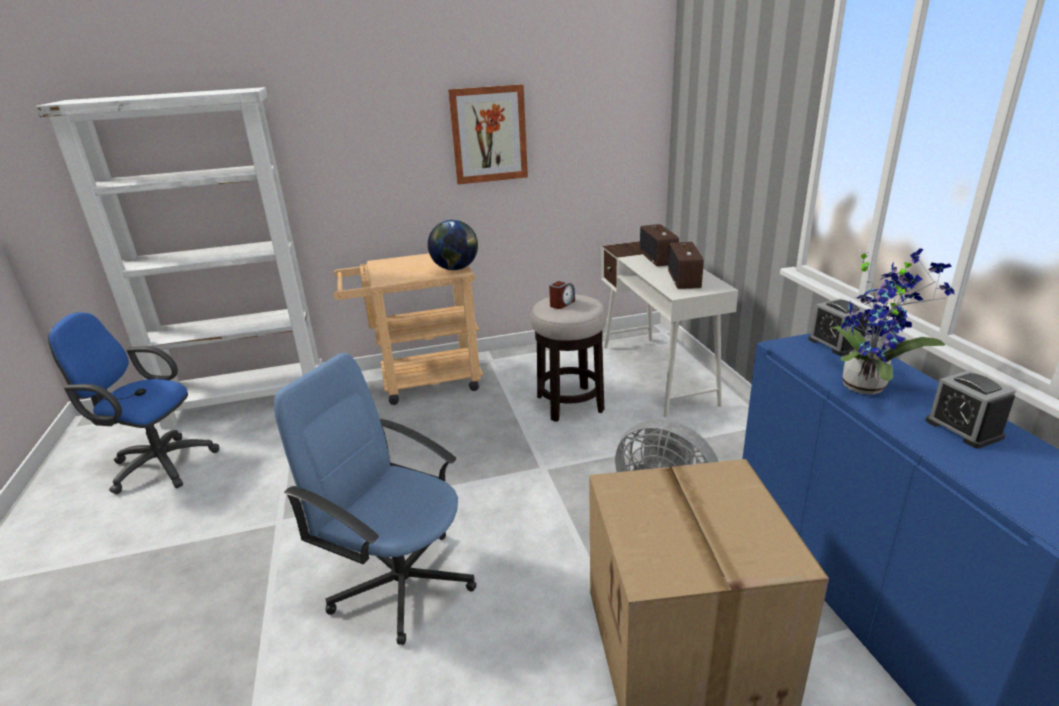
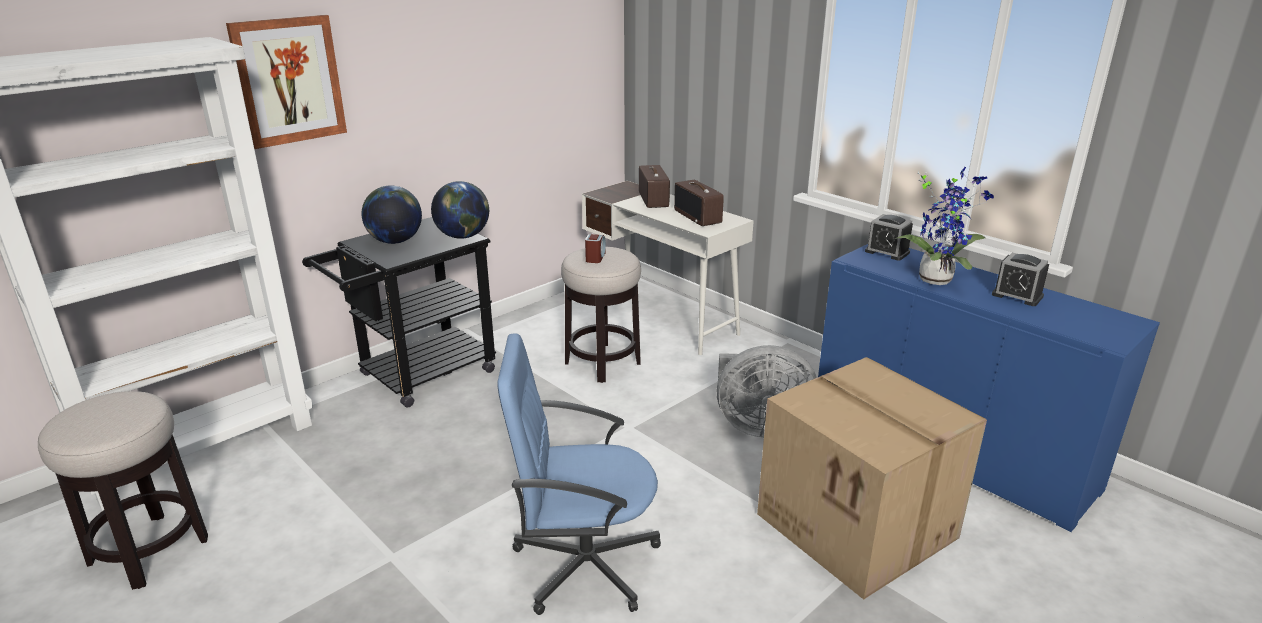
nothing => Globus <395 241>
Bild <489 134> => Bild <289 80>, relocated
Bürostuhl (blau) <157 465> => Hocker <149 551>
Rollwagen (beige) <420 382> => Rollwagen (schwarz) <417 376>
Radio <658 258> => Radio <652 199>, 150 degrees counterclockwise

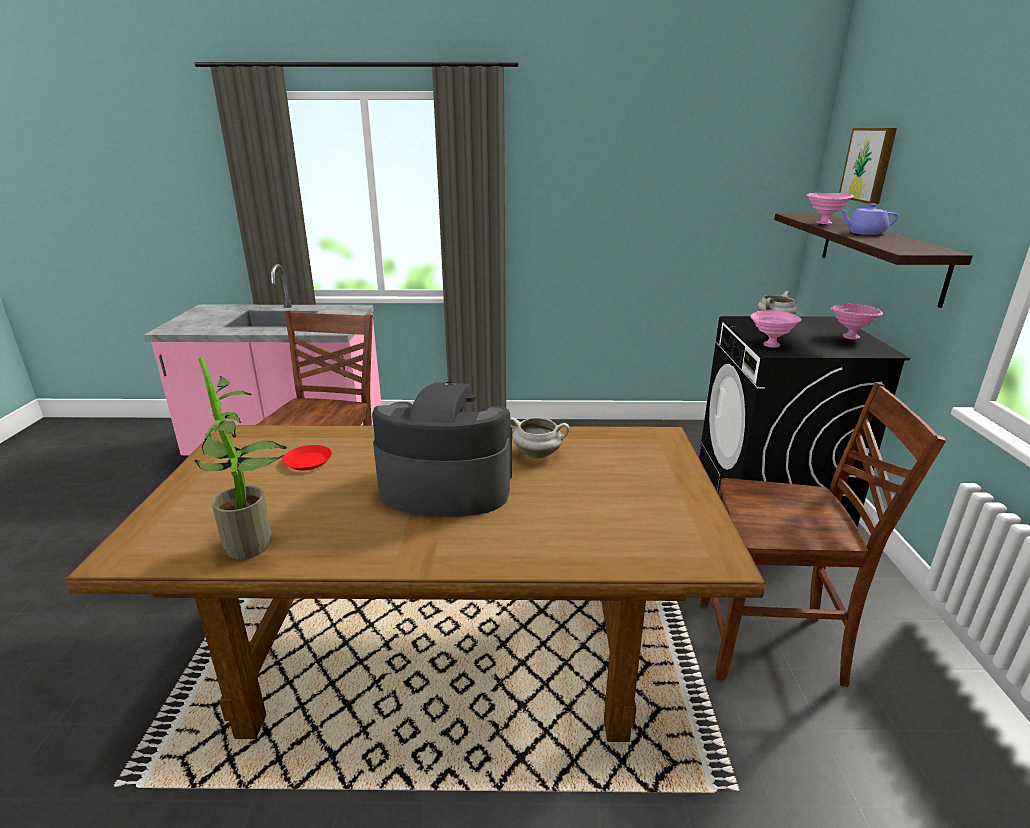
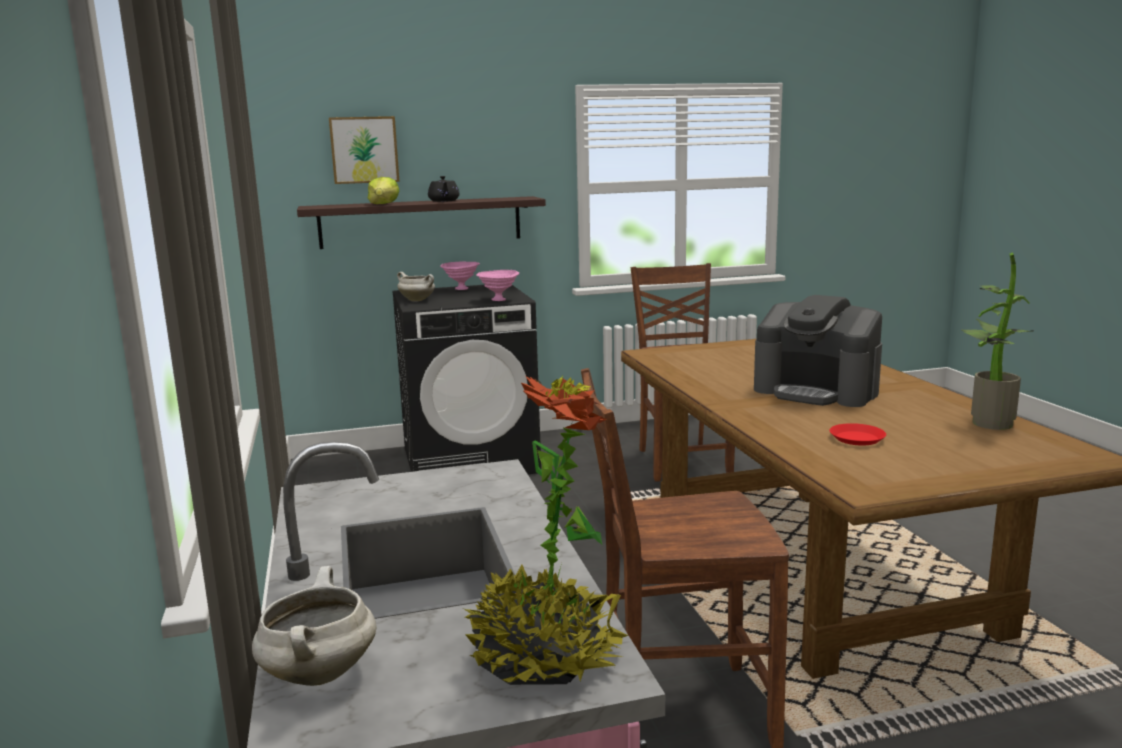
nothing => Topfpflanze <544 657>
Kochtopf (weiß) <538 454> => Kochtopf (weiß) <318 673>, relocated
Schüssel (rosa) <824 223> => Salatkopf <383 204>
Teekanne (lila) <864 233> => Teekanne (schwarz) <444 201>
Kaffeemaschine <445 486> => Kaffeemaschine <816 391>, 45 degrees counterclockwise

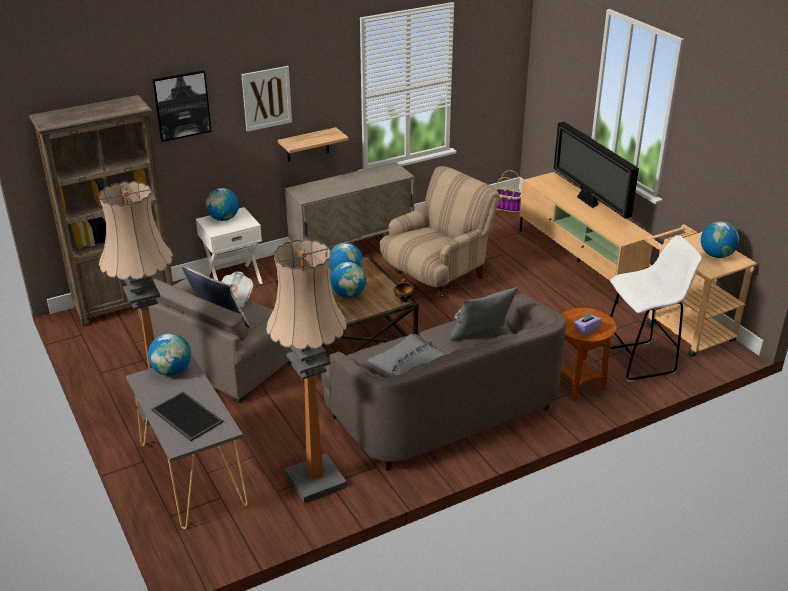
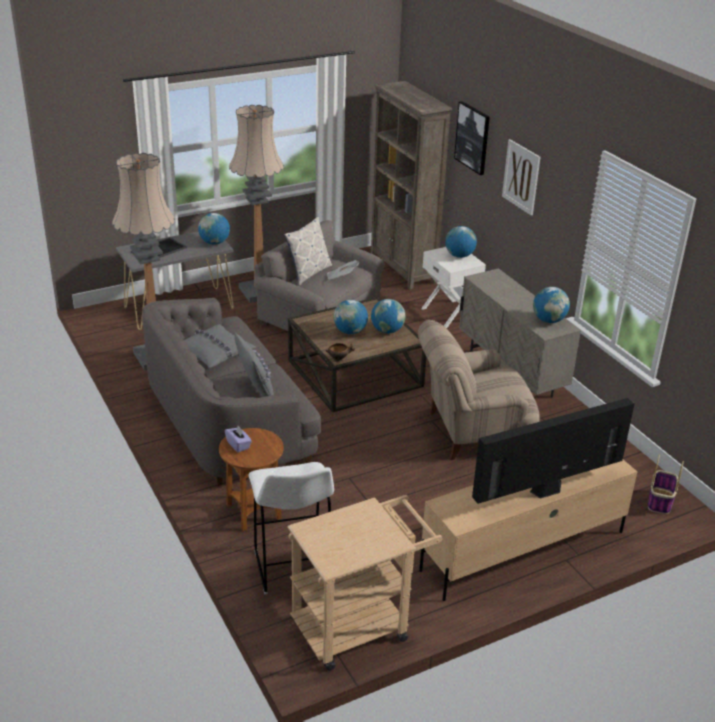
Wandregal <307 145> => nothing
Globus <716 255> => Globus <549 320>, relocated
Sessel (beige) <437 275> => Sessel (beige) <472 432>, 120 degrees clockwise

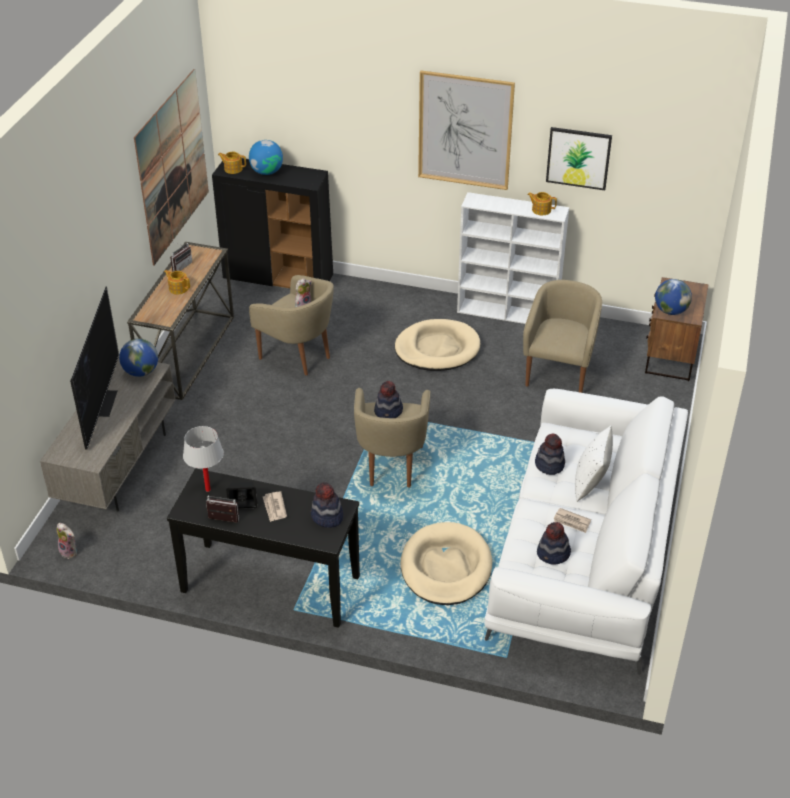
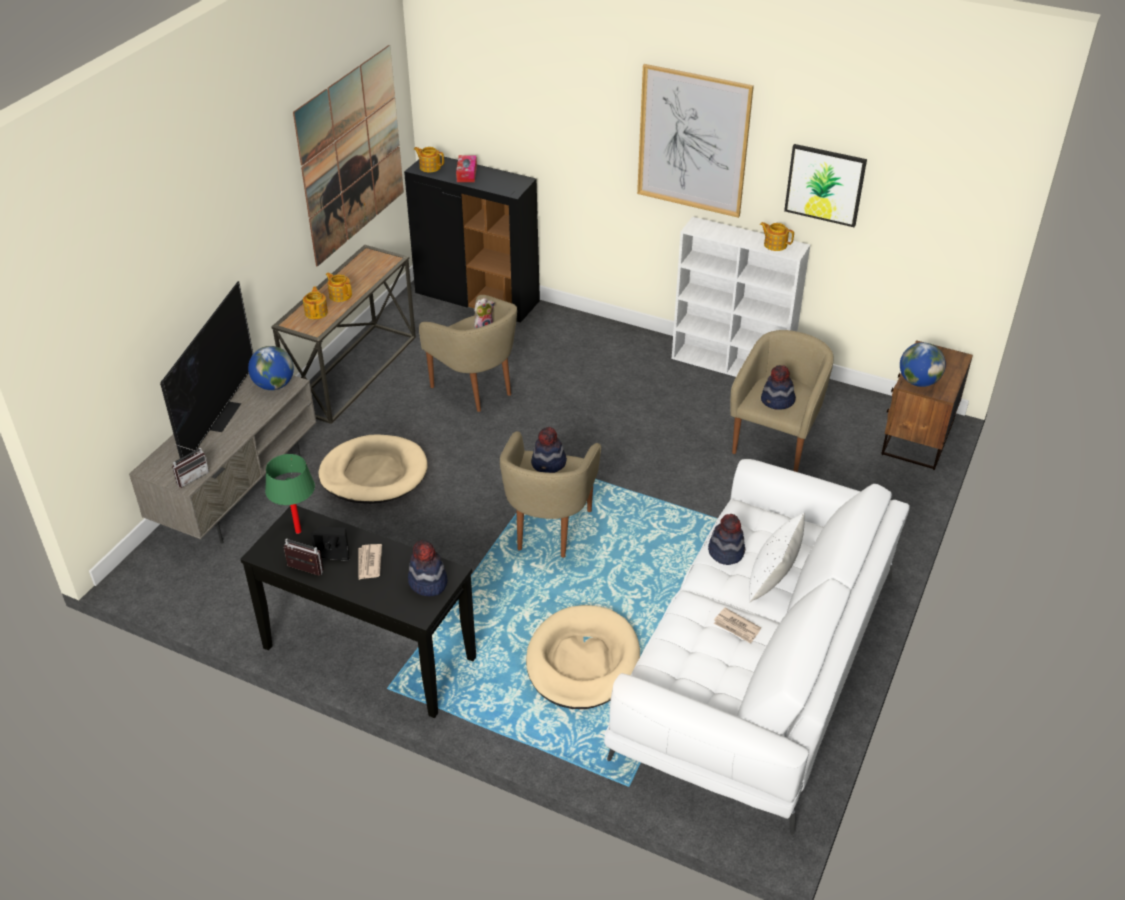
Plüschtier <70 551> => nothing
nothing => Teekanne <316 312>
Radio <180 266> => Radio <191 476>, relocated
Hundebett (beige) <437 349> => Hundebett (beige) <374 473>, relocated
Hut <553 554> => Hut <777 401>, relocated
Globus <267 172> => Taschentuchbox <466 173>
Tischlampe (weiß) <208 490> => Tischlampe (grün) <298 531>

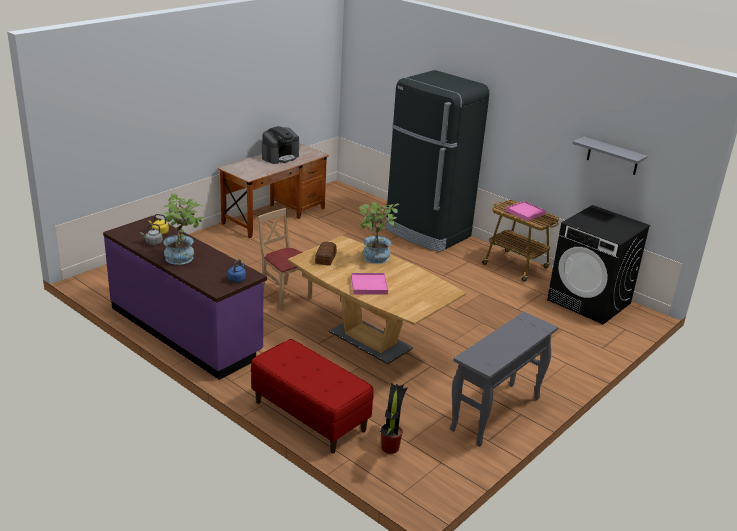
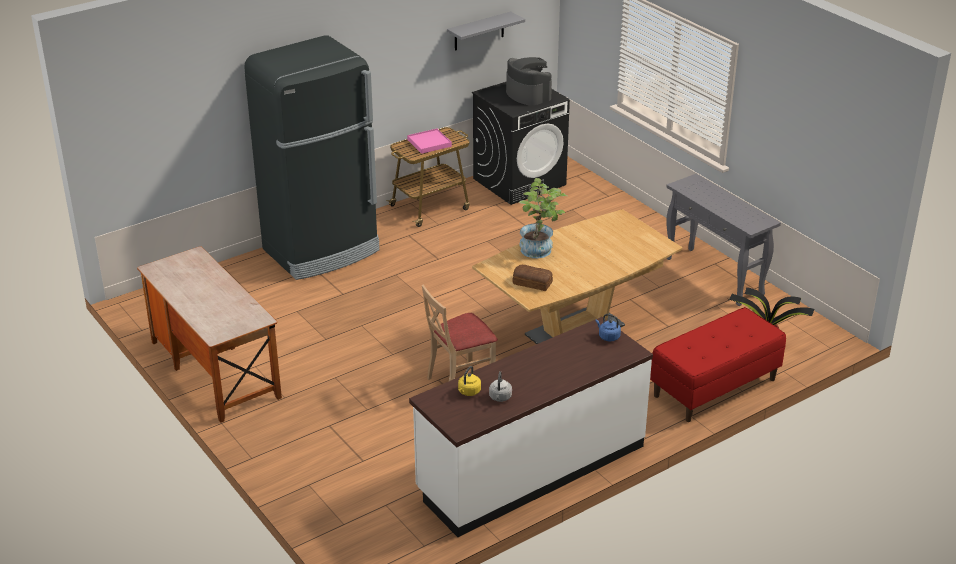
Topfpflanze <183 258> => nothing
Tablett (rosa) <369 285> => nothing
Kaffeemaschine <280 157> => Kaffeemaschine <528 94>, relocated
Küchenzeile (lila) <186 331> => Küchenzeile (weiß) <531 469>

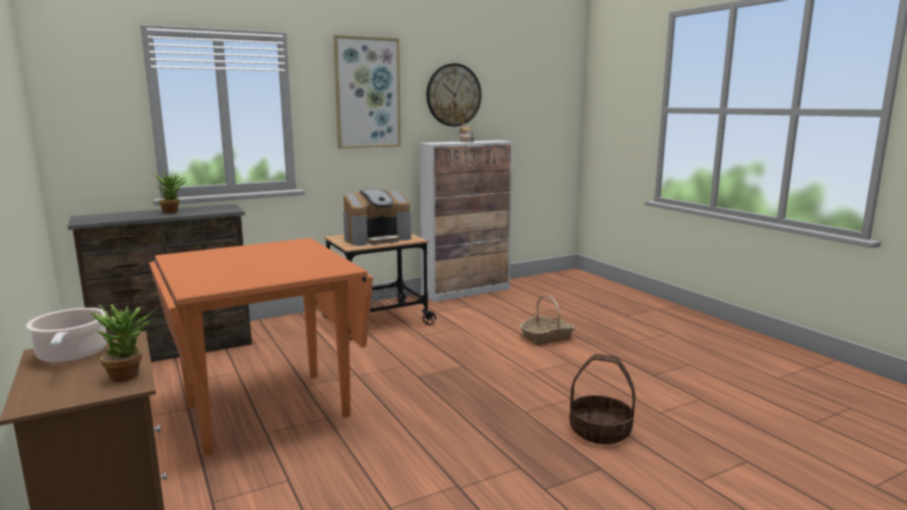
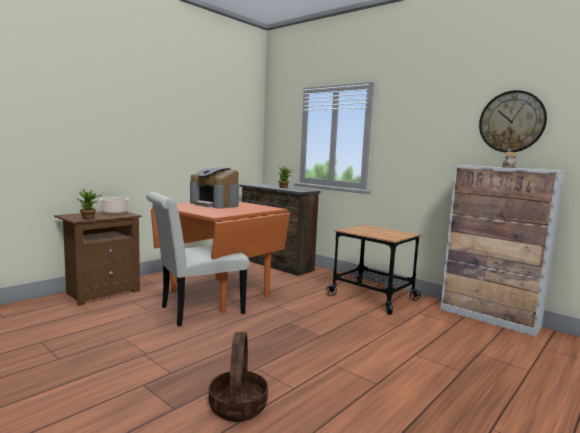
Bild <367 93> => nothing
Korb <546 337> => nothing
nothing => Stuhl (weiß) <196 311>
Kaffeemaschine <377 238> => Kaffeemaschine <215 204>, relocated

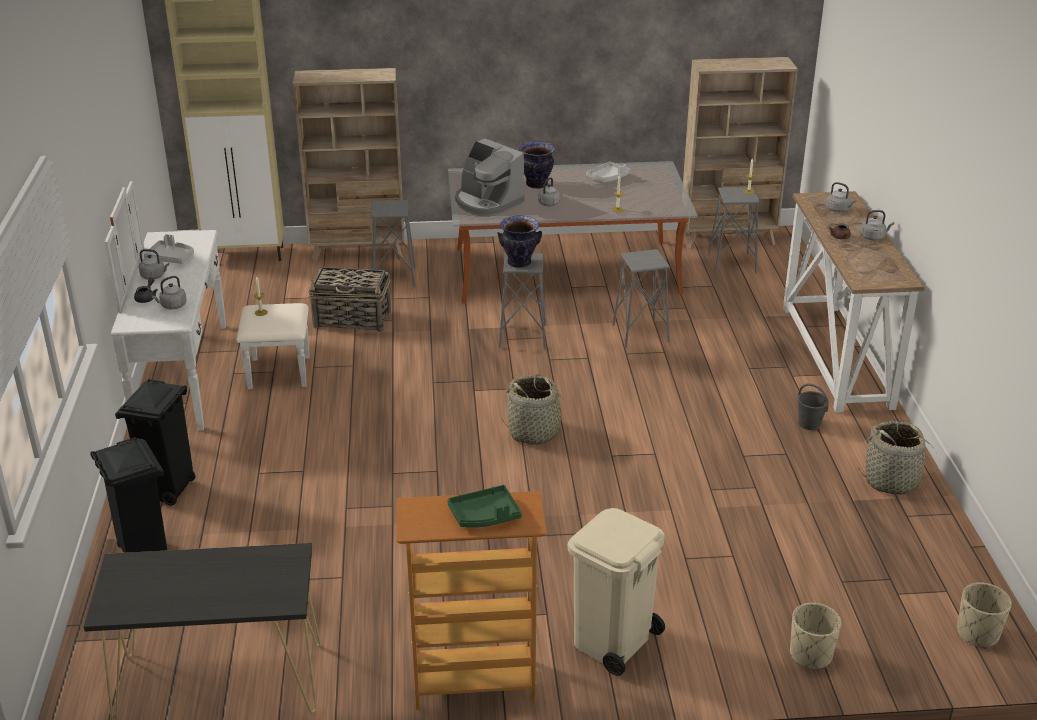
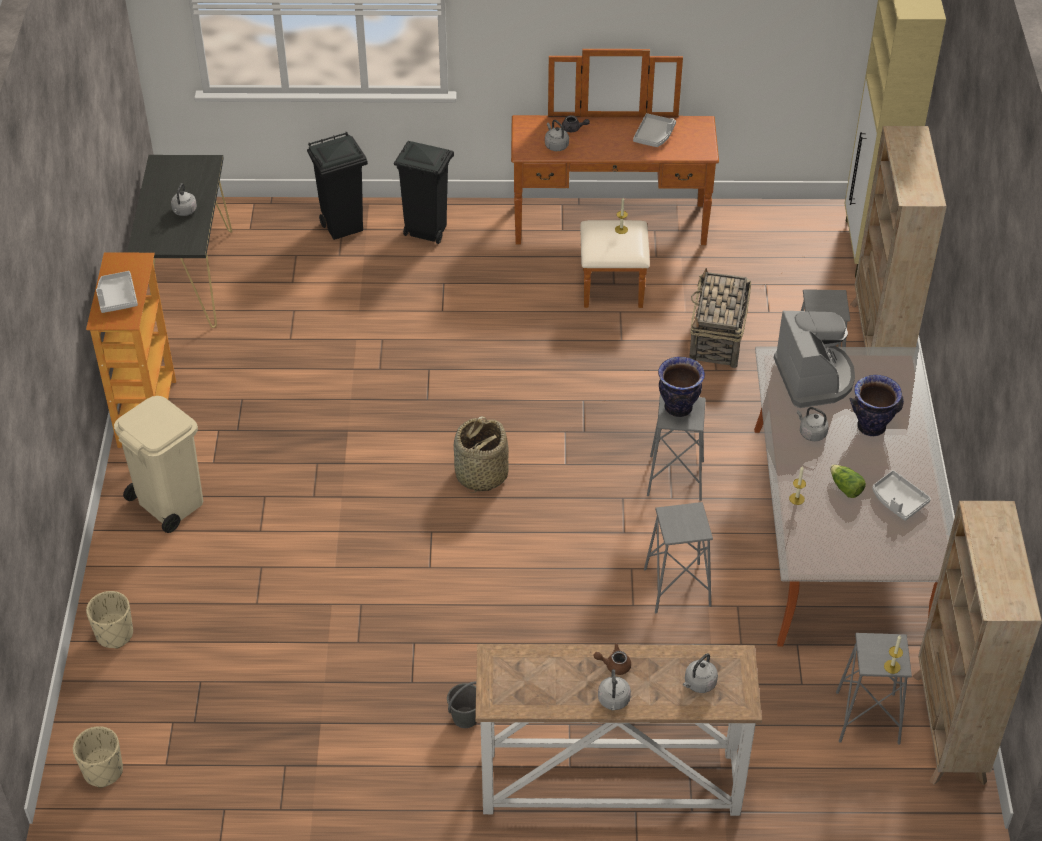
Korb <892 481> => nothing
nothing => Salatkopf <845 488>
Wasserkessel (grau) <154 276> => Wasserkessel (grau) <184 211>, relocated
Kommode (weiß) <205 375> => Kommode (braun) <611 238>
Tablett (grün) <485 516> => Tablett (grau) <117 297>
Kaffeemaschine <487 202> => Kaffeemaschine <814 378>, 120 degrees clockwise

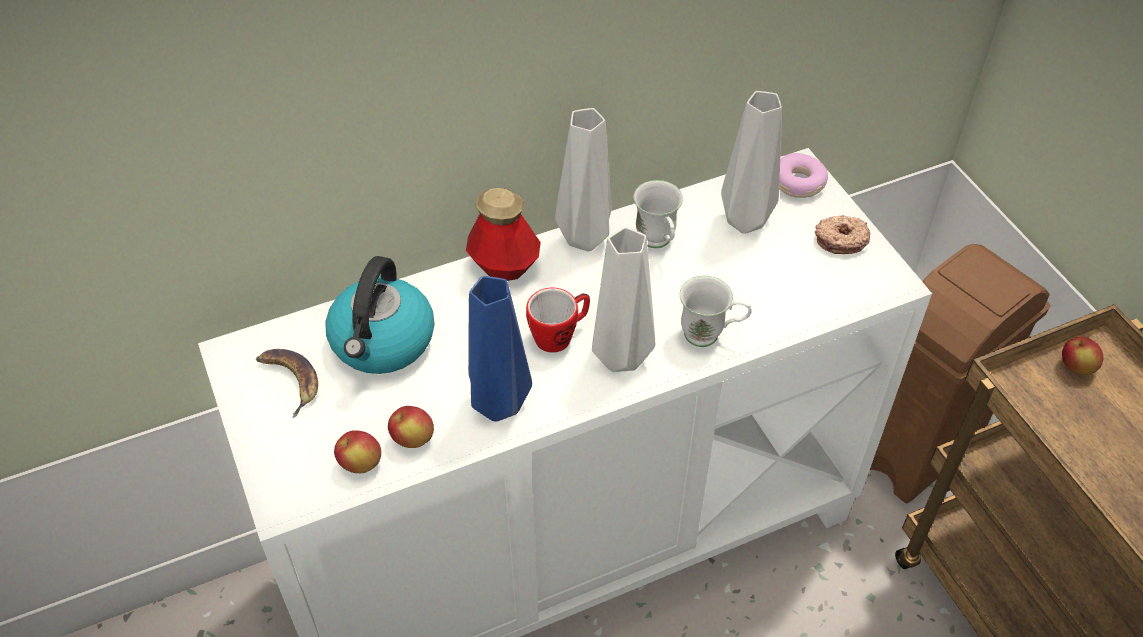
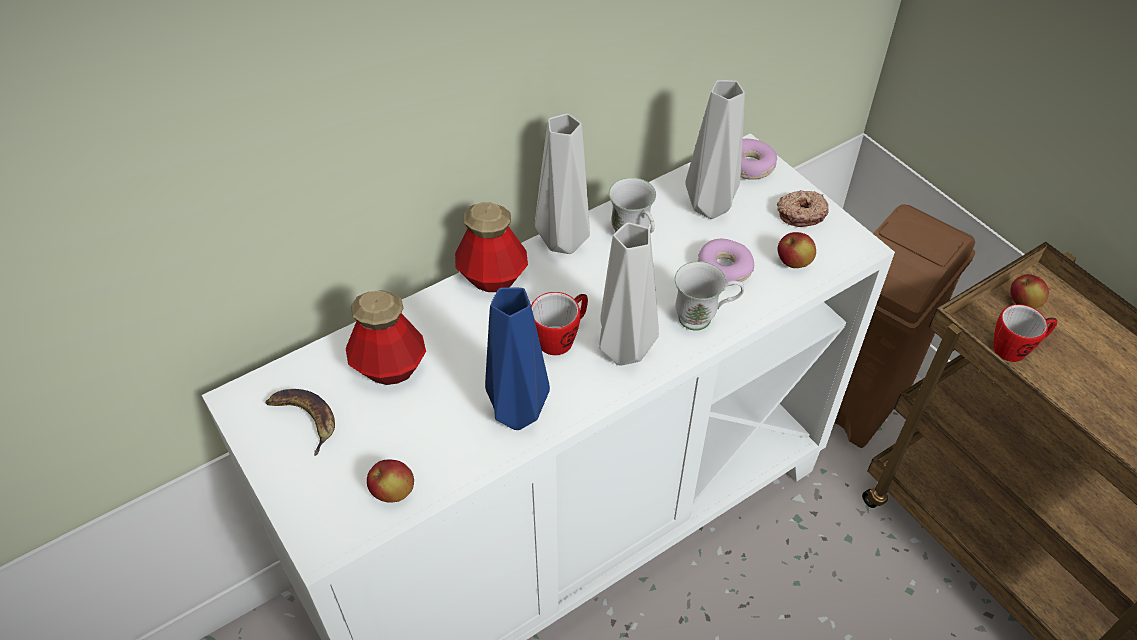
nothing => Donut <724 269>
nothing => Henkelbecher <1016 348>
Apfel <413 439> => Apfel <793 263>, relocated
Wasserkessel <383 342> => Flasche <389 368>

